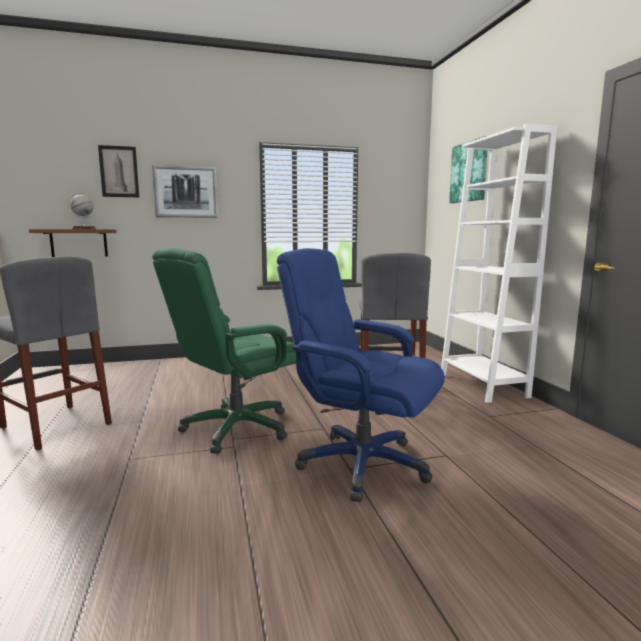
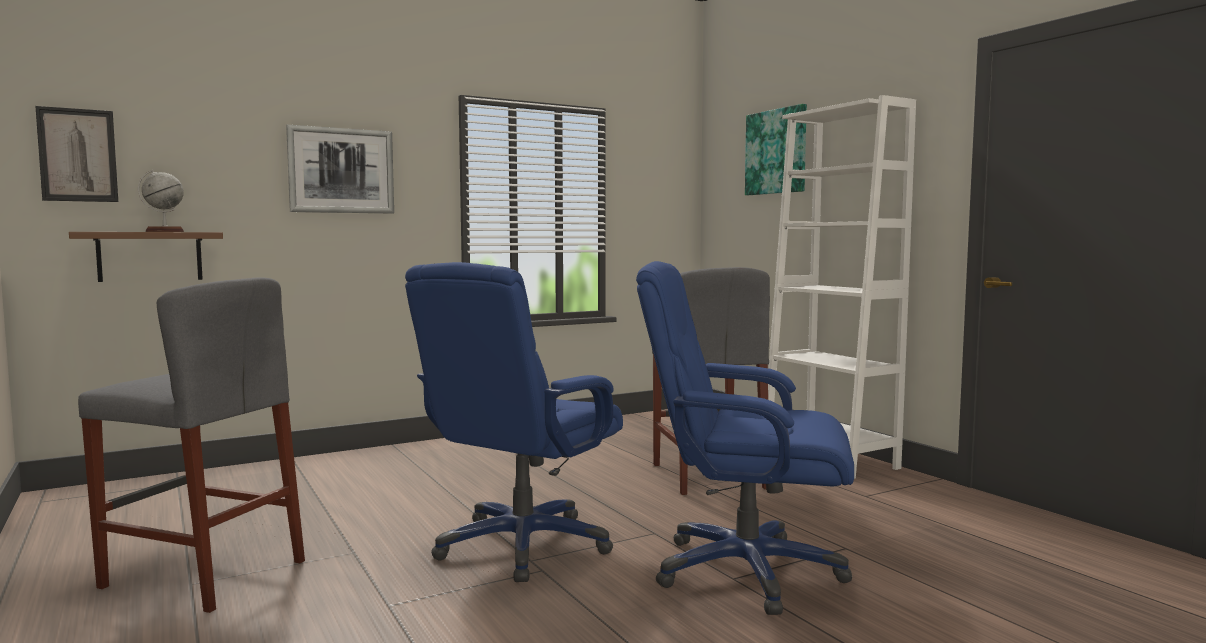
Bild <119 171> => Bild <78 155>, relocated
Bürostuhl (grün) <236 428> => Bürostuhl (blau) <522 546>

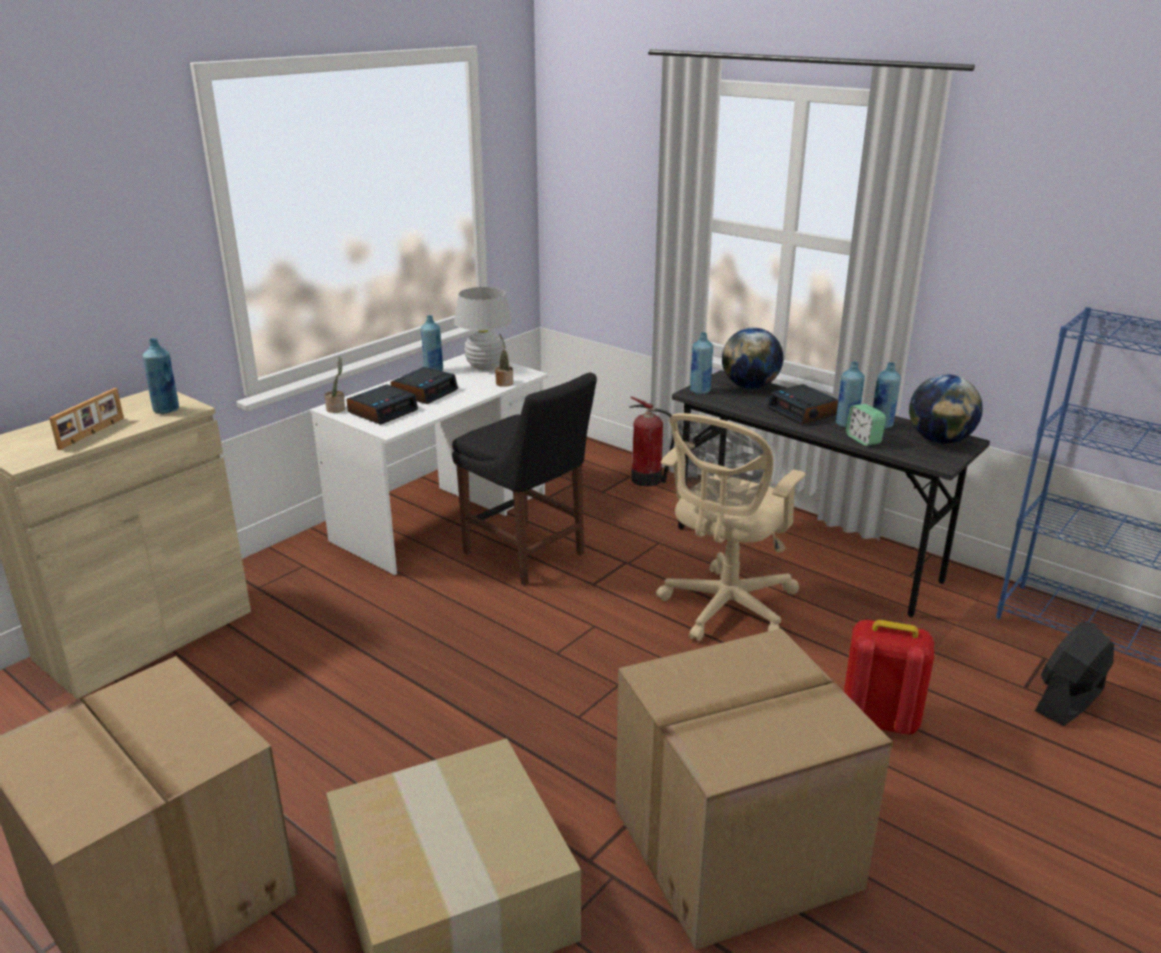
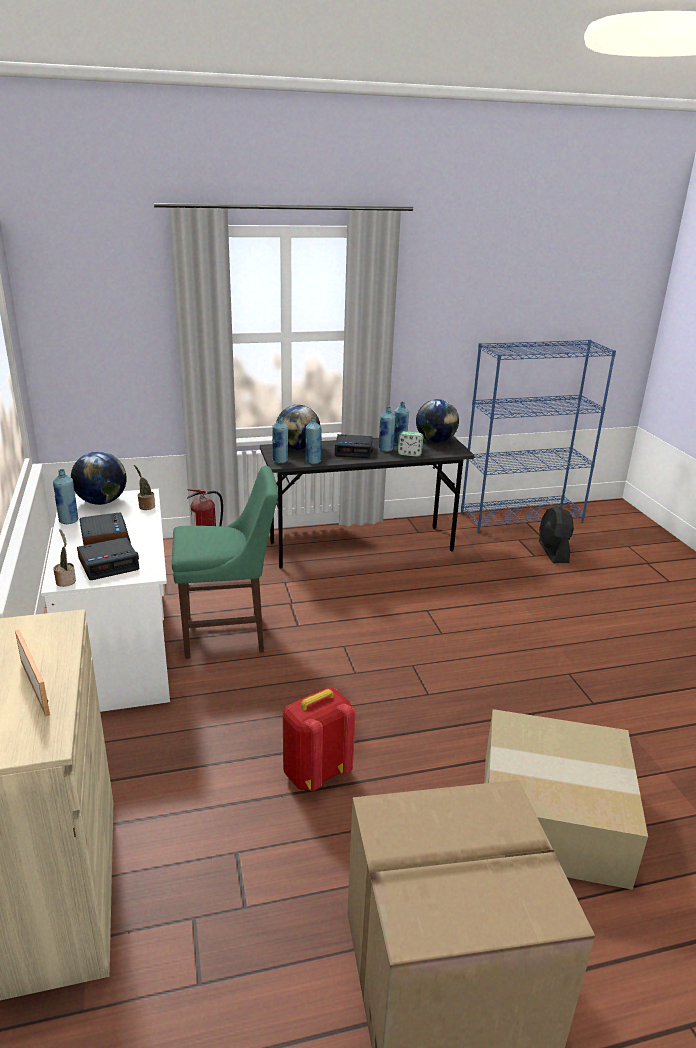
Karton <733 850> => nothing
Bürostuhl (beige) <725 609> => nothing
Flasche (blau) <166 410> => Flasche (blau) <313 461>, relocated
Rucksack (rot) <878 720> => Rucksack (rot) <315 773>, relocated
Tischlampe (weiß) <484 366> => Globus <101 502>
Stuhl (schwarz) <527 555> => Stuhl (grün) <229 634>
Wecker <383 411> => Wecker <109 564>, 75 degrees clockwise

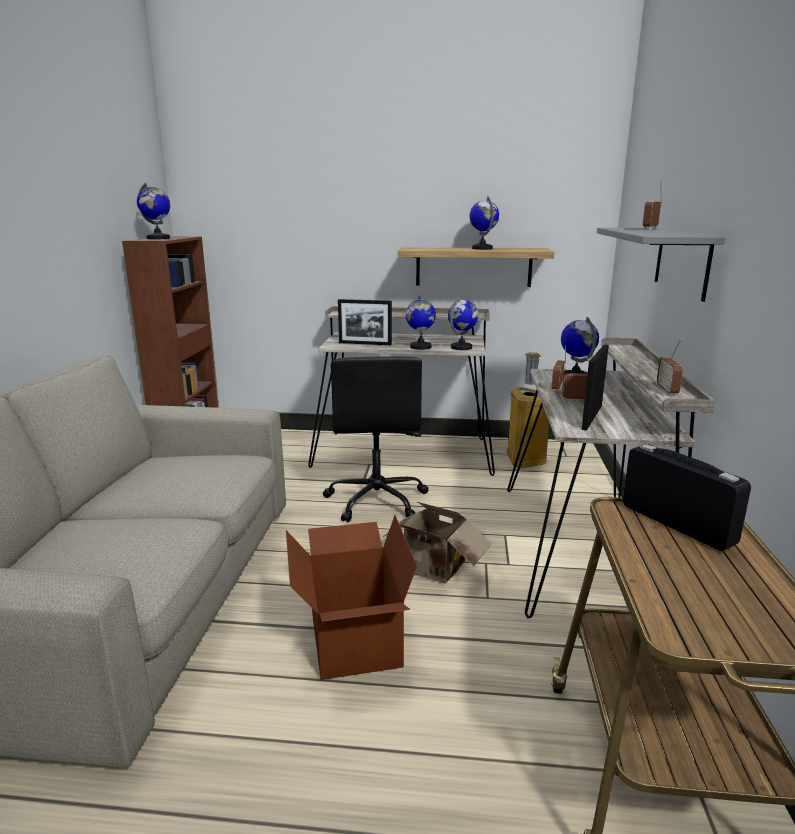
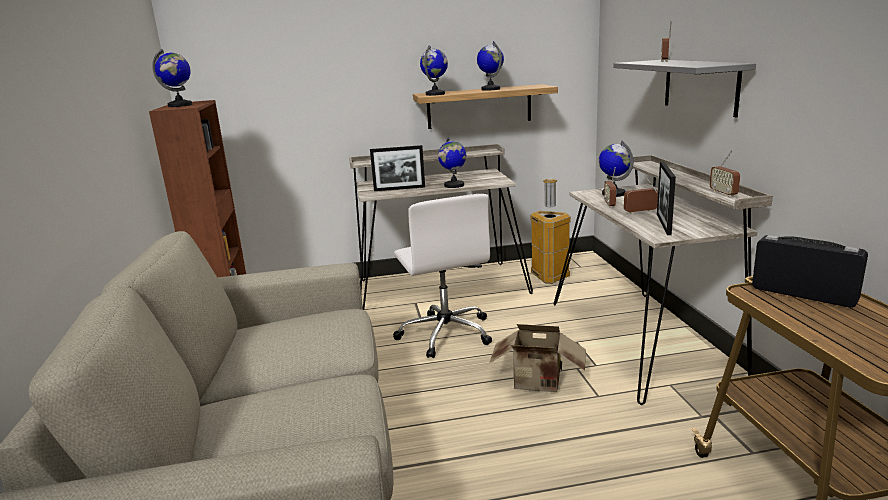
Karton <352 640> => nothing
Globus <461 347> => Globus <435 94>, relocated
Bürostuhl (schwarz) <377 500> => Bürostuhl (weiß) <445 333>

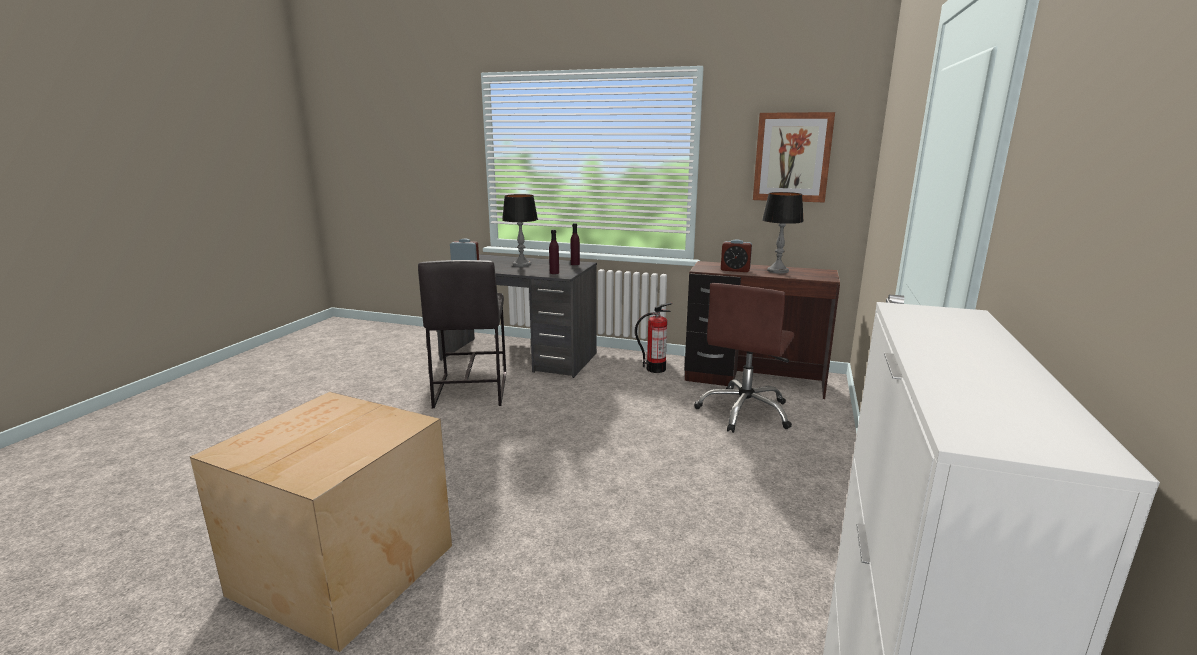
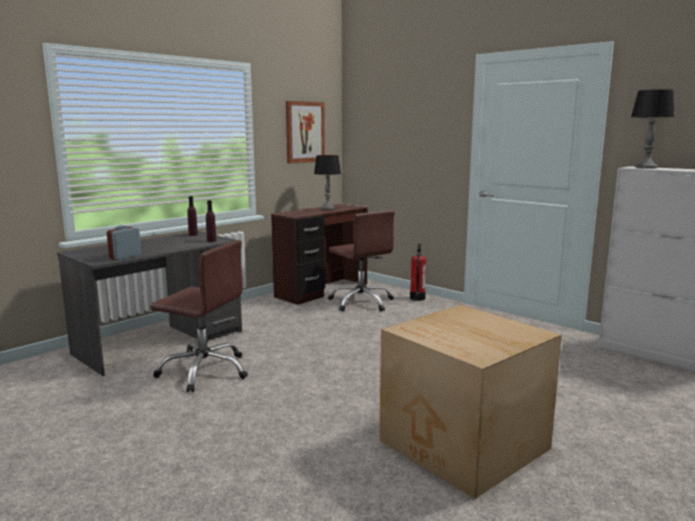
Wecker <735 270> => nothing
Tischlampe <522 265> => Tischlampe <646 167>, relocated
Feuerlöscher <655 369> => Feuerlöscher <417 298>, relocated
Hocker (grau) <470 390> => Bürostuhl (braun) <204 371>

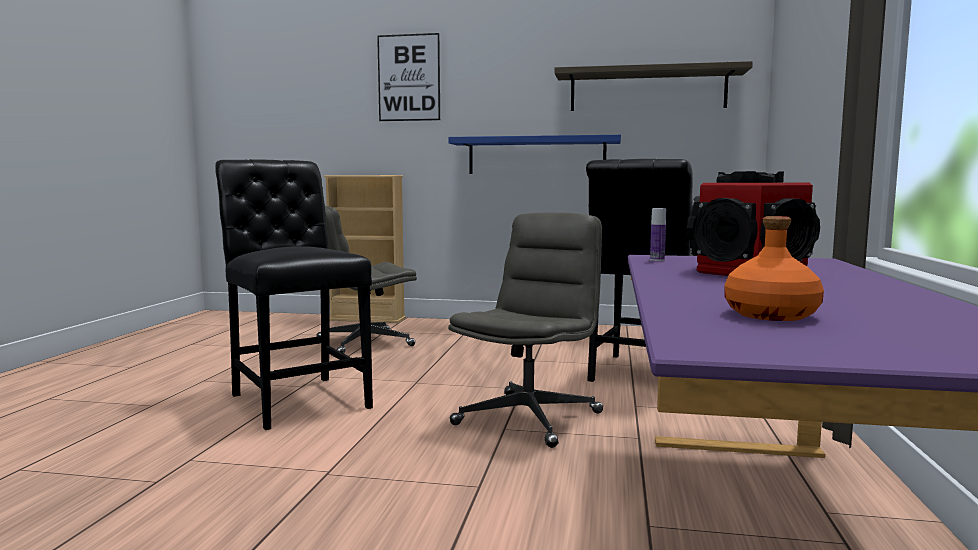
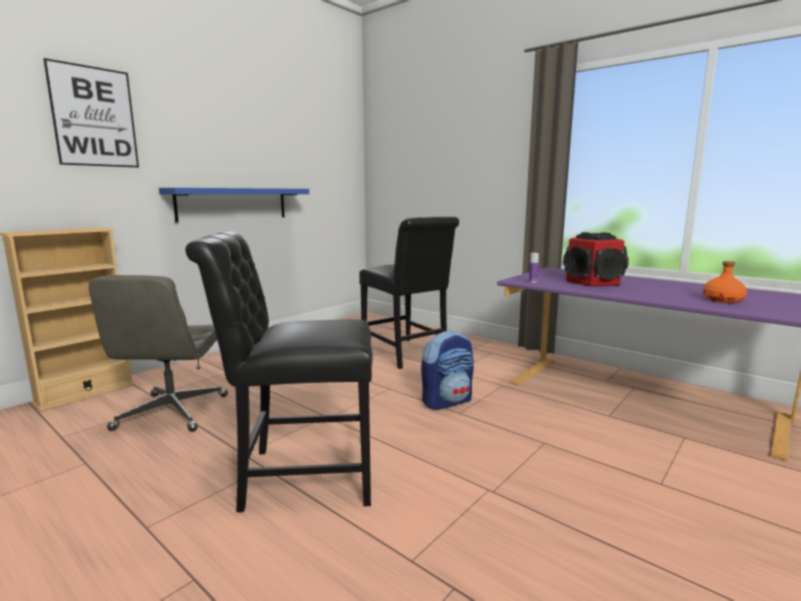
Wandregal <647 90> => nothing
Bürostuhl (grau) <529 418> => Rucksack <447 401>

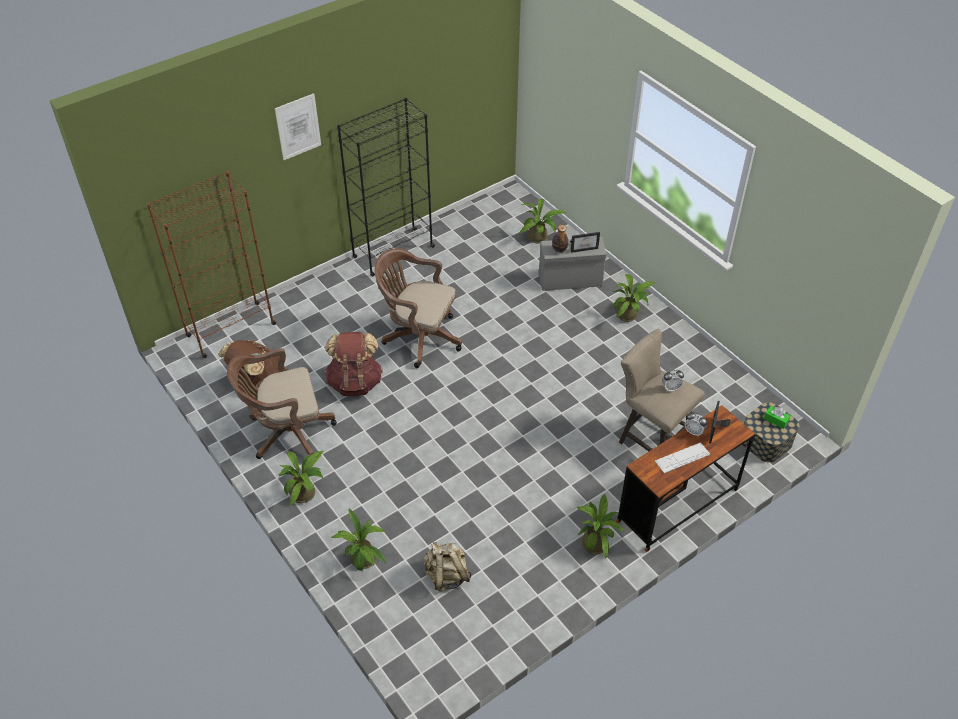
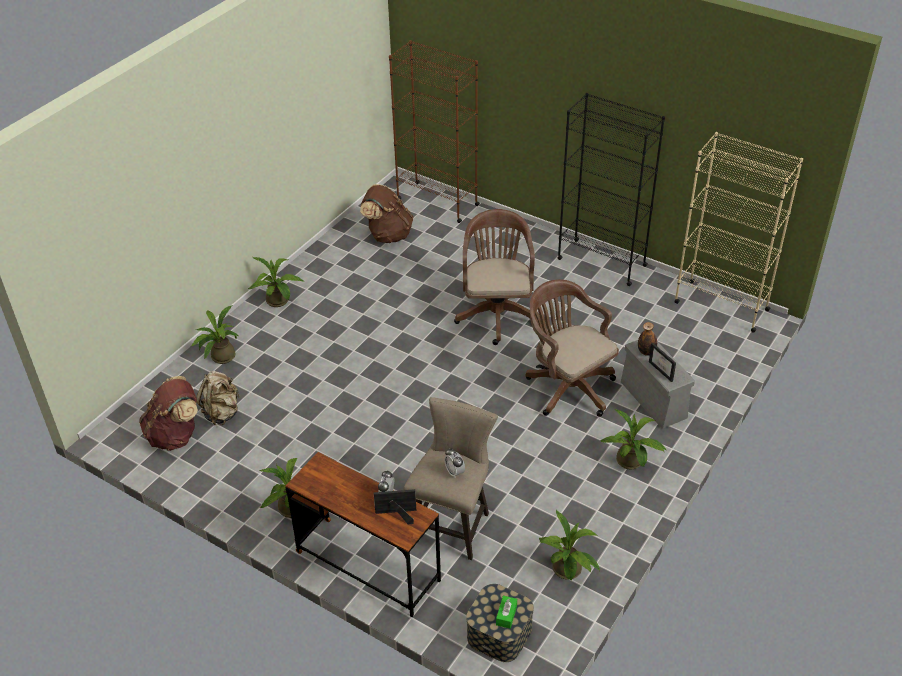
Bild <298 126> => nothing
Tastatur <682 458> => nothing
nothing => Bücherregal (beige) <721 306>
Bürostuhl (braun) <286 433> => Bürostuhl (braun) <567 386>, relocated
Rucksack (braun) <355 382> => Rucksack (braun) <175 435>, relocated
Topfpflanze <540 238> => Topfpflanze <567 572>, relocated

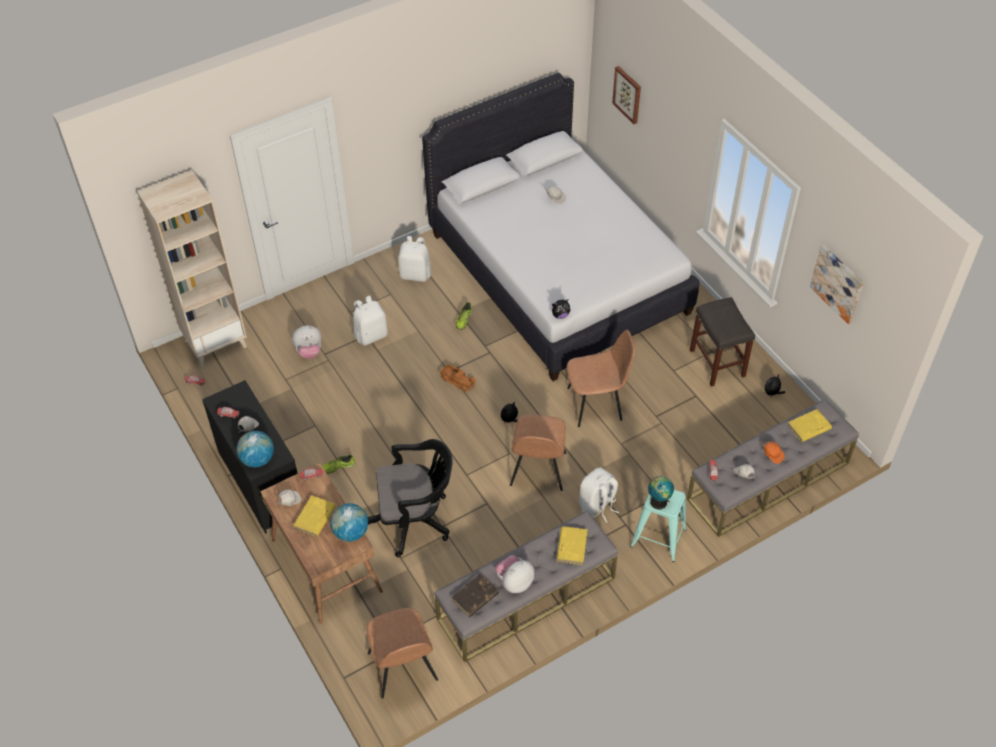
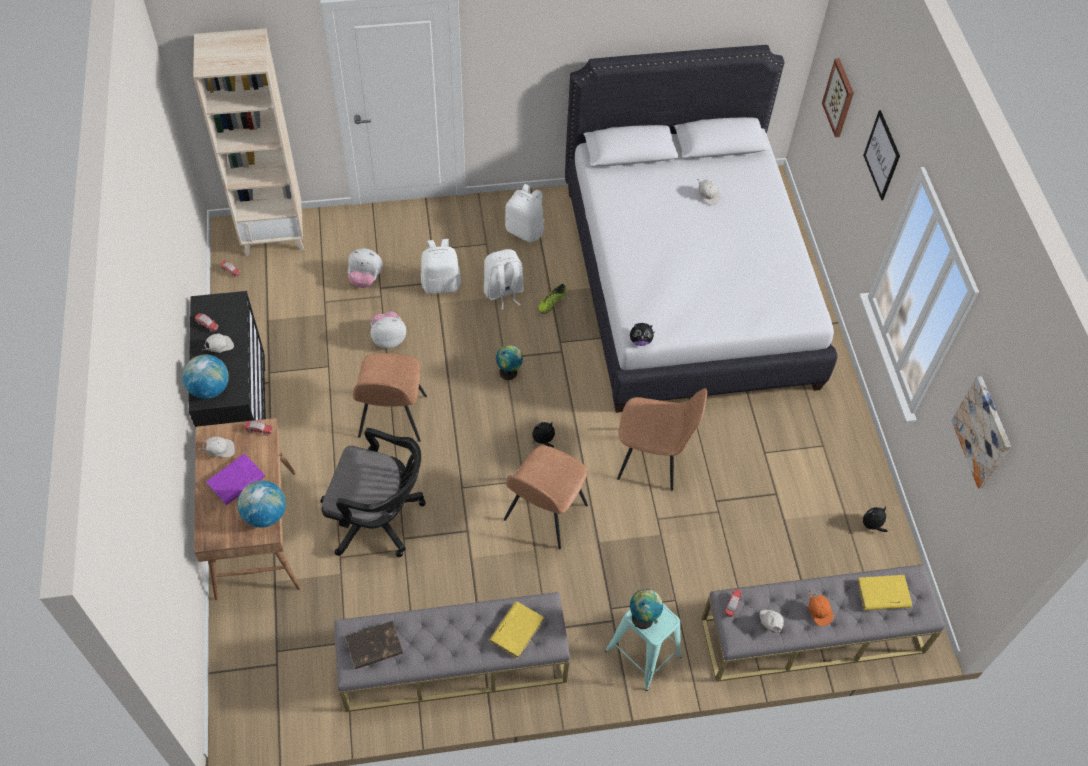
Schuh <337 467> => nothing
Hocker (grau) <718 363> => nothing
nothing => Bild <882 155>
Stuhl (braun) <403 668> => Stuhl (braun) <392 418>, relocated
Plüschtier <514 582> => Plüschtier <388 339>, relocated
Rucksack (weiß) <597 506> => Rucksack (weiß) <503 292>, relocated
Spielzeuglaster <458 380> => Globus <509 372>
Buch (gelb) <314 518> => Buch (lila) <236 481>

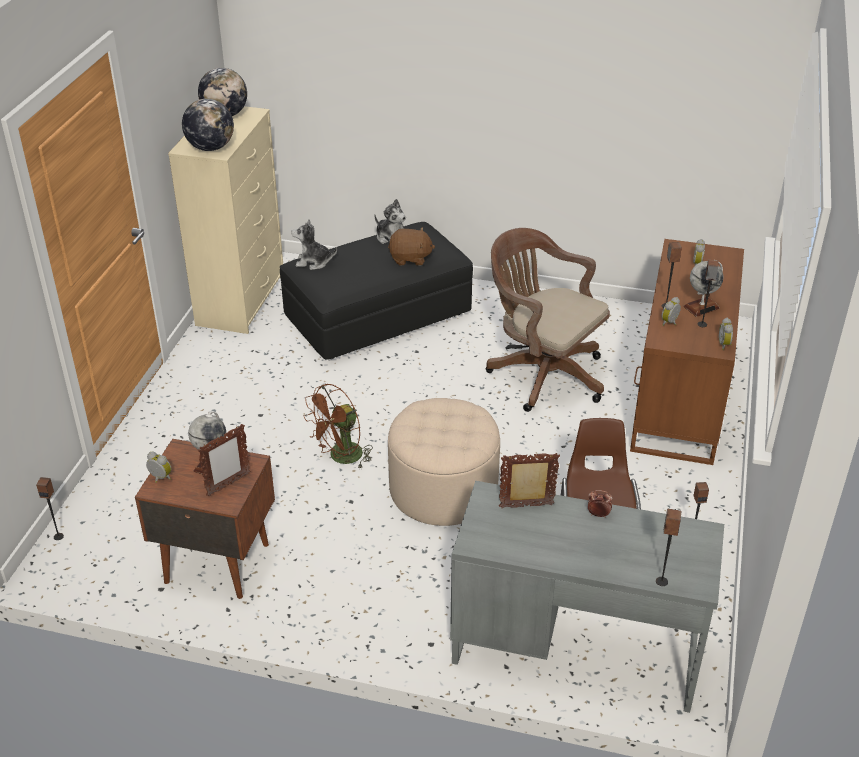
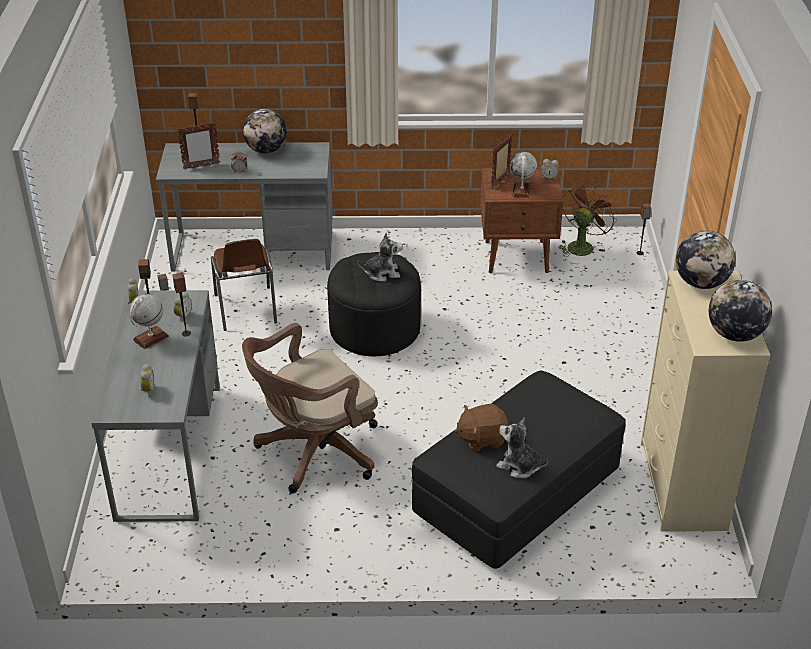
nothing => Globus <266 150>
Plüschtier <313 262> => Plüschtier <382 273>, relocated
Ventilator (braun) <341 458> => Ventilator (braun) <582 245>, relocated
Bilderrahmen <527 506> => Bilderrahmen <201 166>, relocated
Polsterhocker (beige) <443 489> => Polsterhocker (schwarz) <374 329>
Schreibtisch (braun) <678 398> => Schreibtisch (grau) <170 450>
Bürostuhl (braun) <542 373> => Bürostuhl (braun) <313 453>, 120 degrees clockwise

